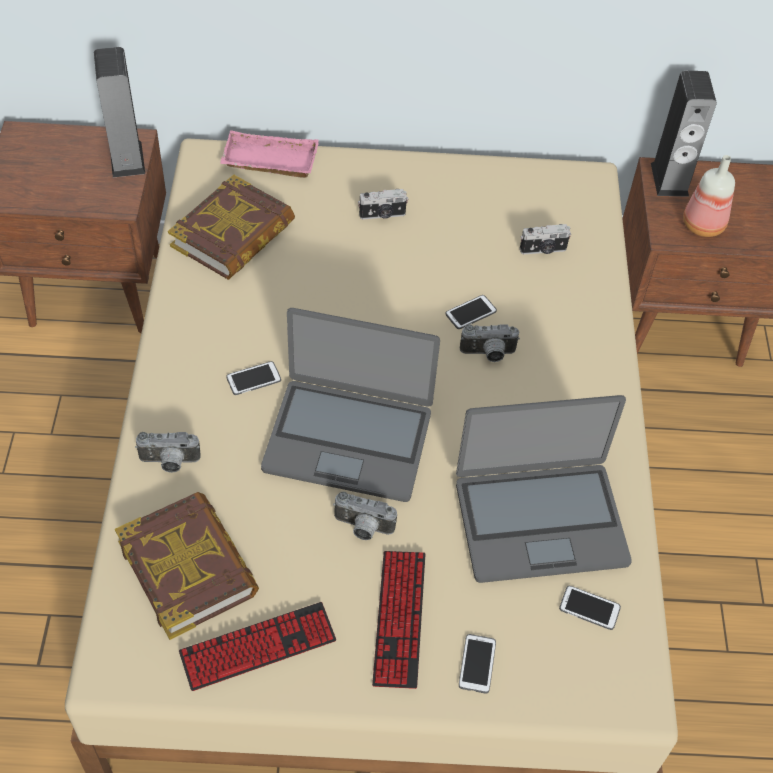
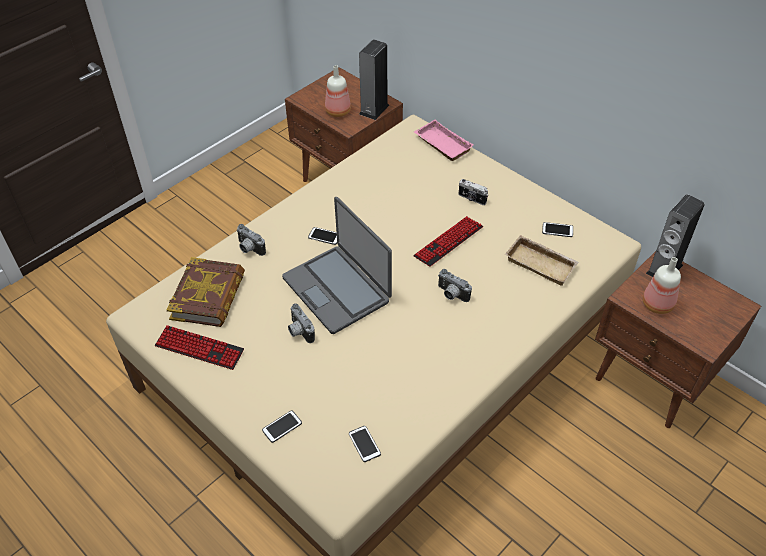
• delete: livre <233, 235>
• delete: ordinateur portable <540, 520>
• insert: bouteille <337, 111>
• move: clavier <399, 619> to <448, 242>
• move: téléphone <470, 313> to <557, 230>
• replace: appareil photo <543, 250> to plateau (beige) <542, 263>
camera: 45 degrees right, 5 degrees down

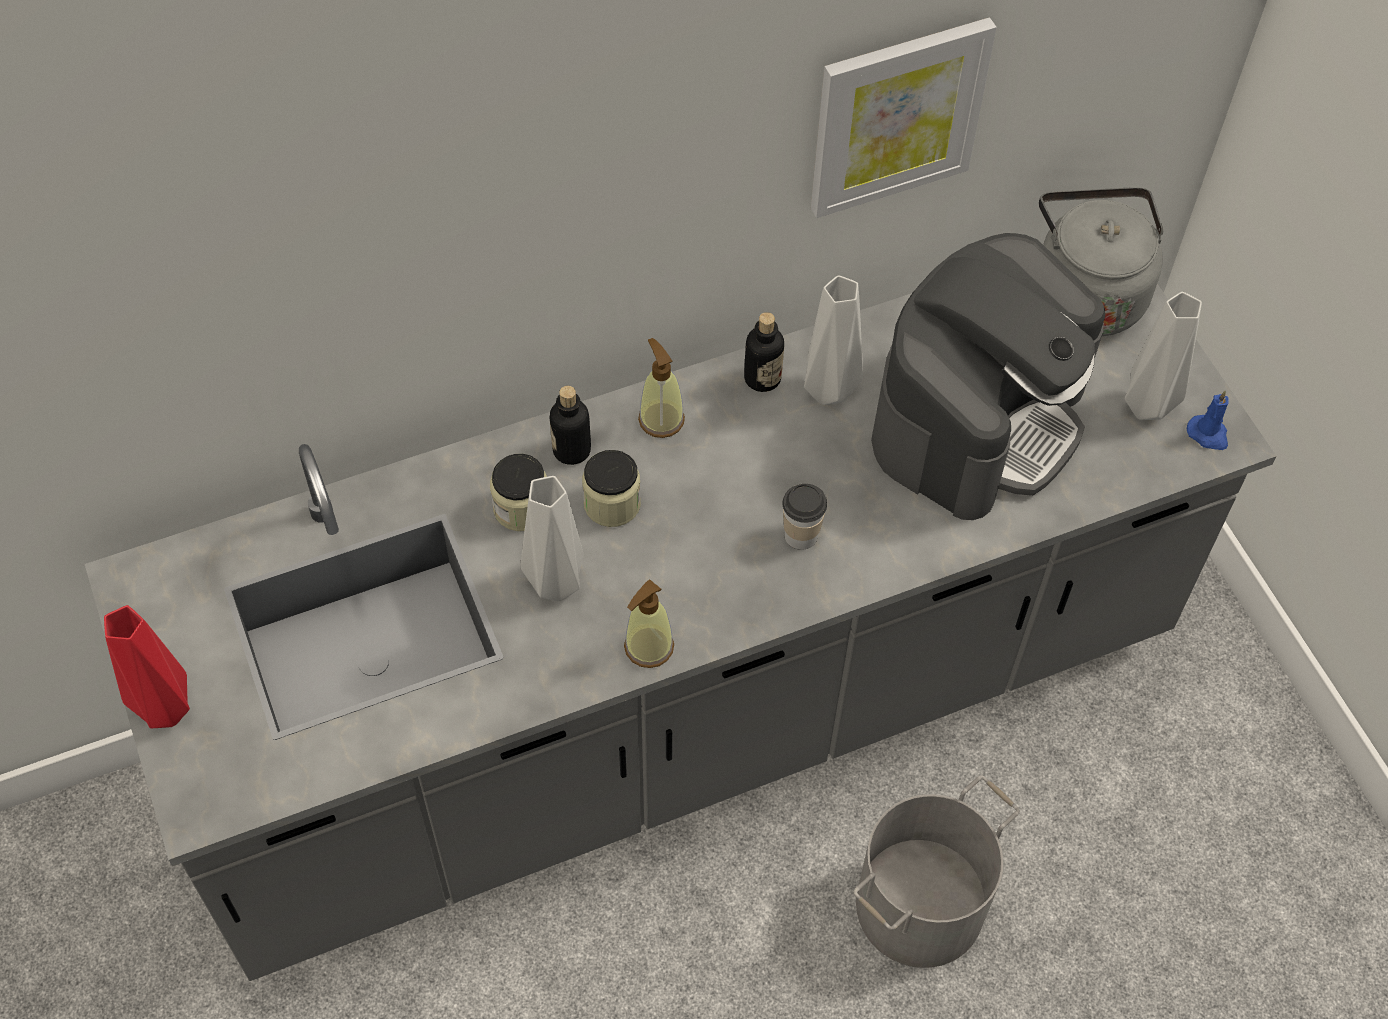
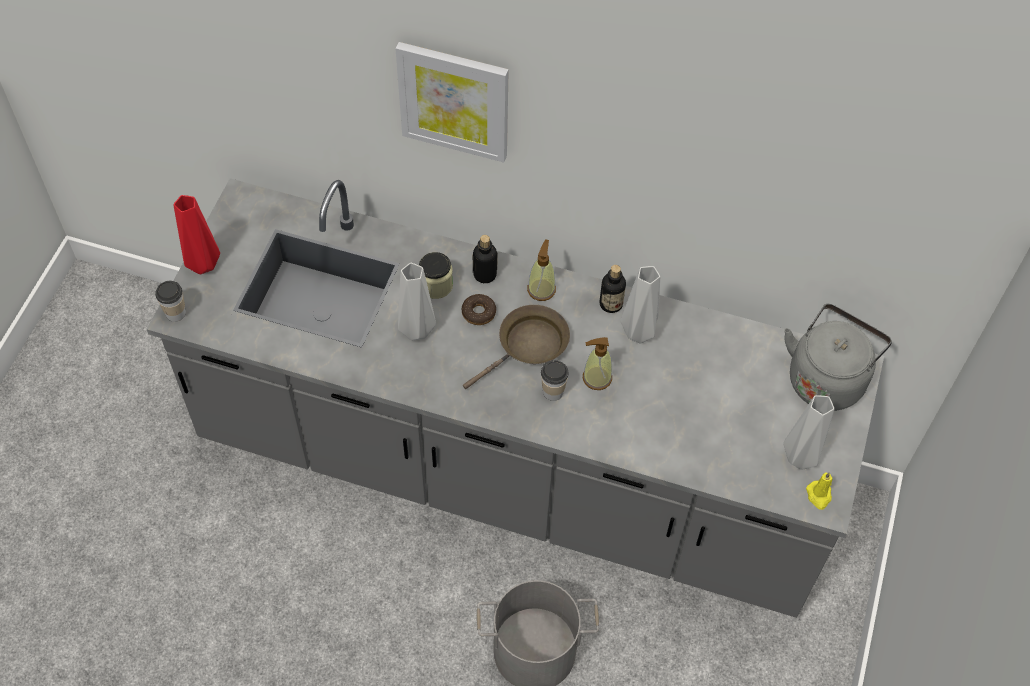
• delete: machine à café <978, 418>
• insert: tasse <175, 313>
• insert: poêle (marron) <528, 346>
• move: distributeur de savon <648, 647> to <596, 378>
• move: tableau <897, 116> to <454, 100>
• replace: bocal <612, 504> to beignet <478, 312>
• recolor: bougie (bleu) <1208, 434> to bougie (jaune) <819, 496>
camera: 40 degrees right, 0 degrees up

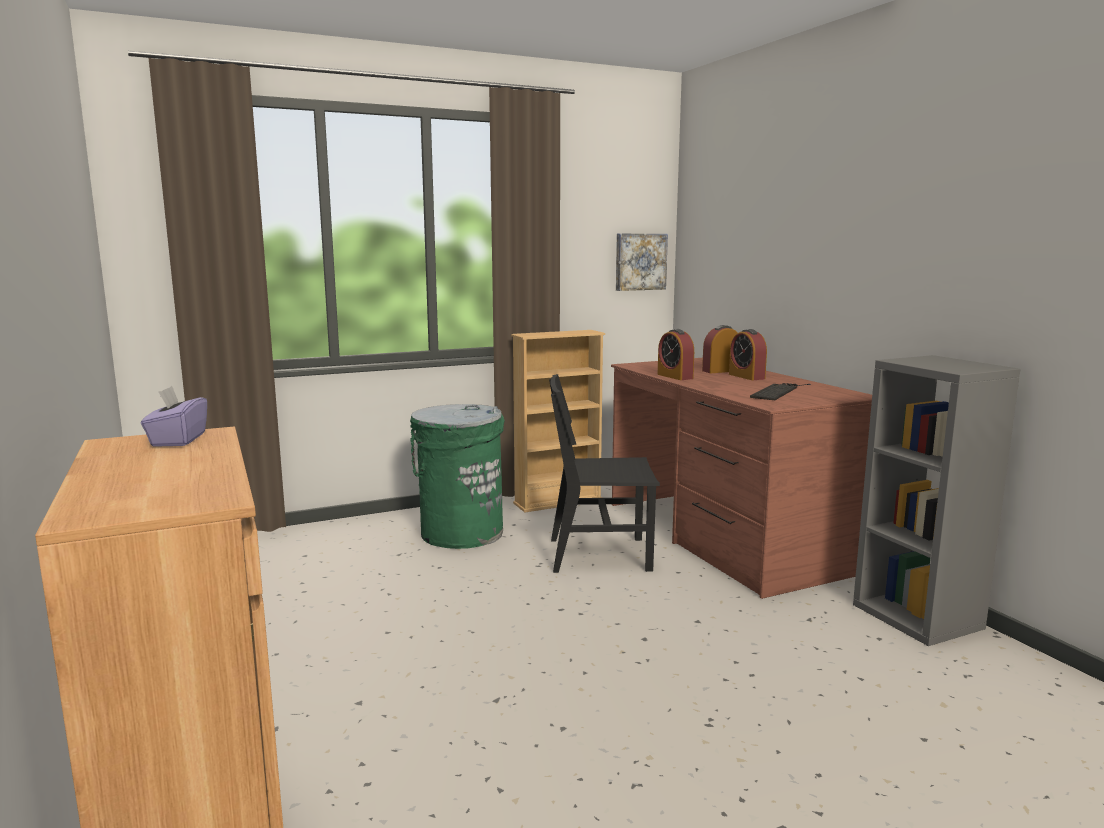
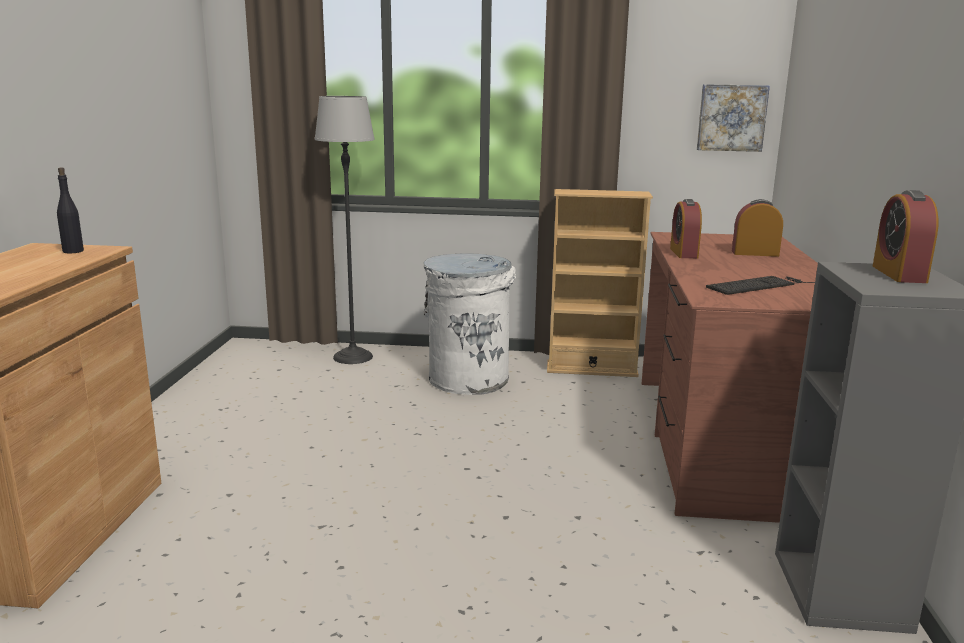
• delete: chaise (noir) <599, 554>
• insert: lampadaire <353, 357>
• move: réveil <746, 376> to <899, 274>
• replace: boîte à mouchoirs (violet) <177, 440> to bouteille (noir) <73, 251>
• recolor: poubelle (vert) <461, 533> to poubelle (blanc) <468, 379>
camera: 30 degrees right, 5 degrees up

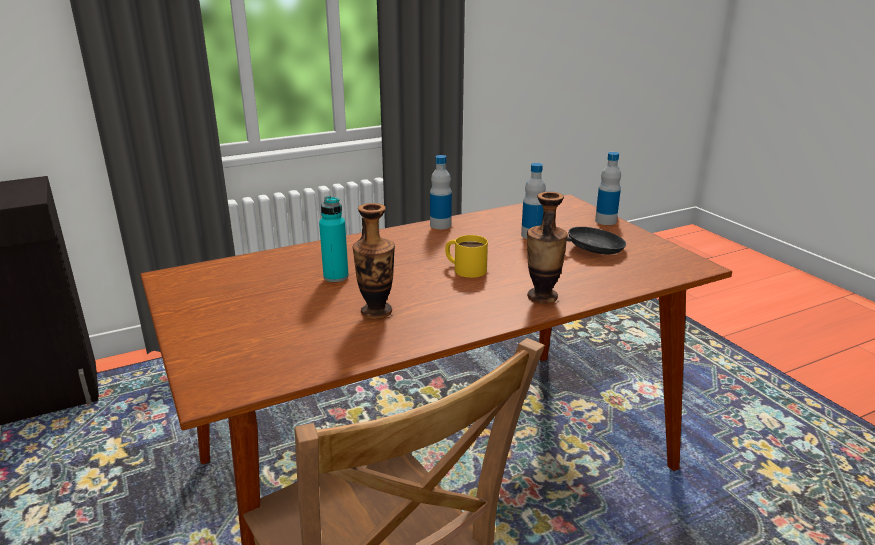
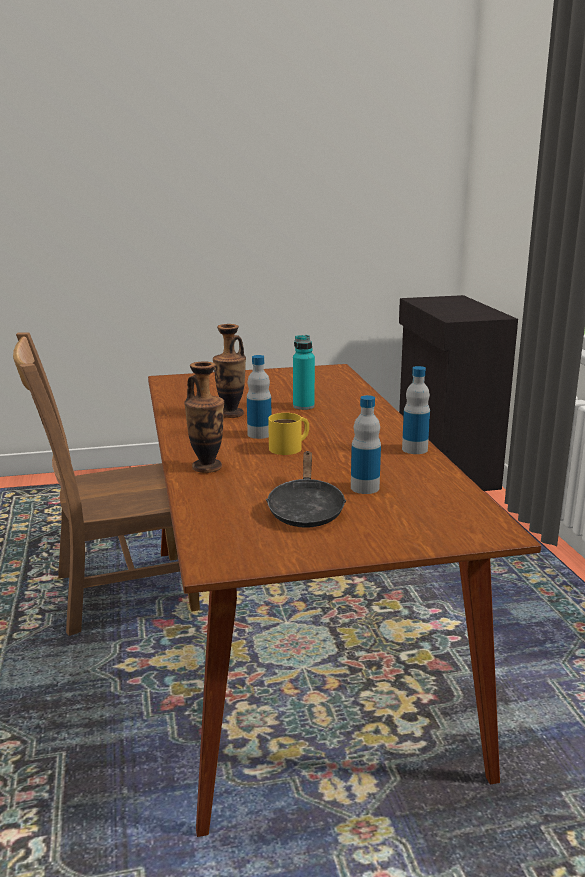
• move: bouteille <605, 221> to <259, 434>
camera: 105 degrees right, 5 degrees down

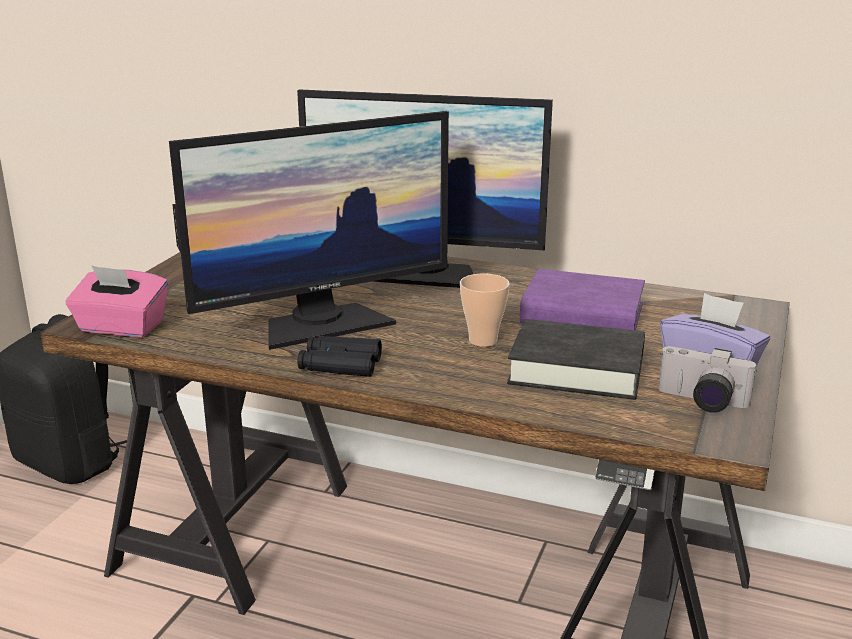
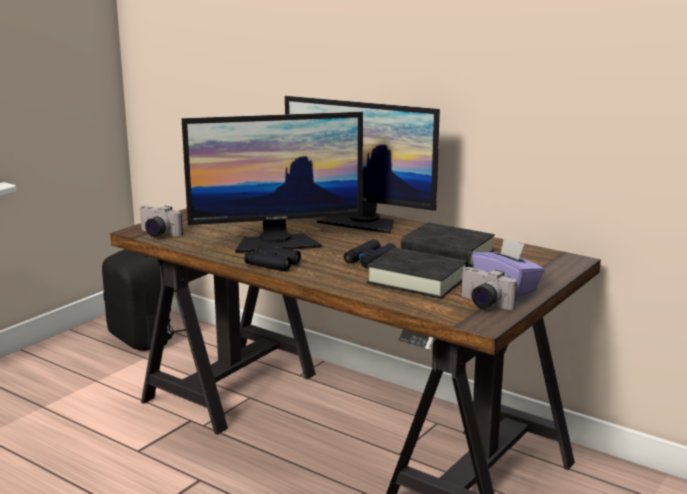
• replace: boîte à mouchoirs (rose) <121, 327> to appareil photo <157, 234>
• replace: tasse <483, 341> to jumelles (noir) <370, 260>
• recolor: livre (violet) <582, 314> to livre (noir) <447, 253>
camera: 15 degrees right, 5 degrees down

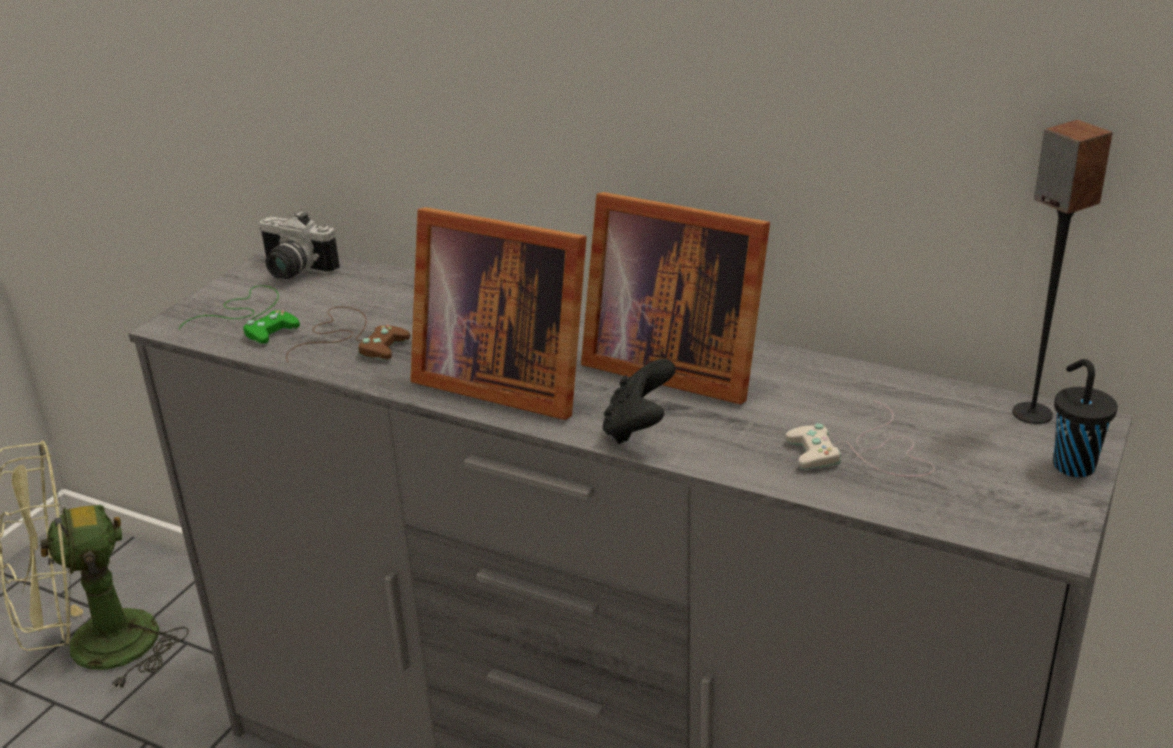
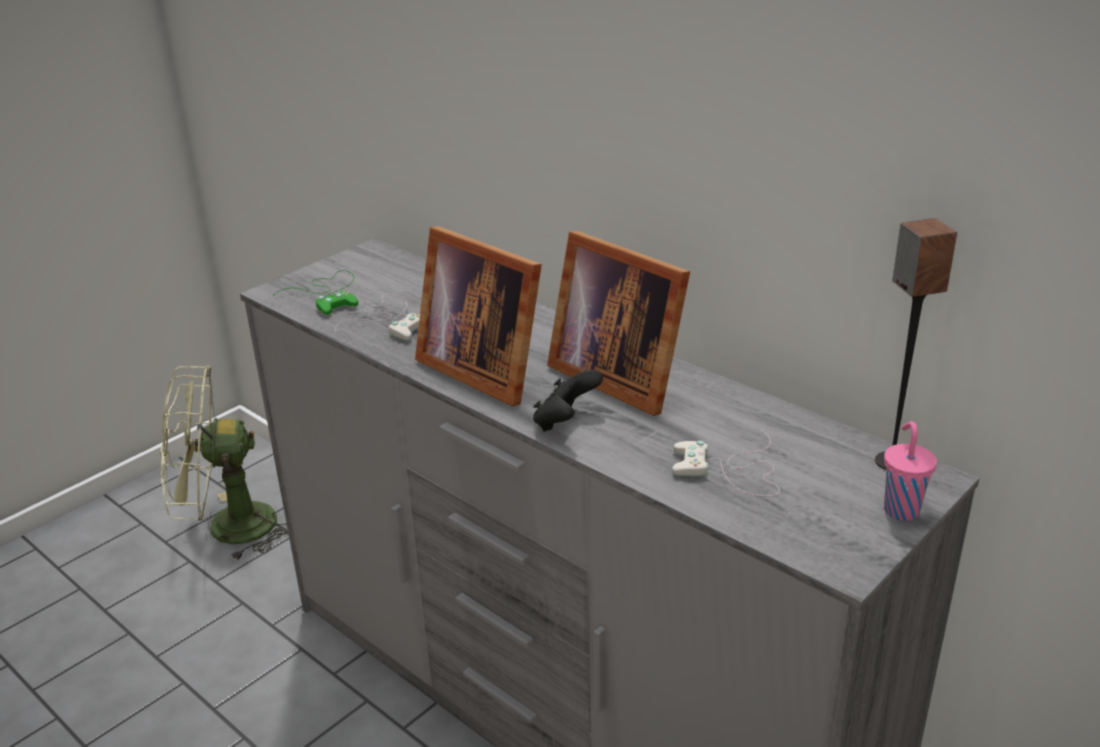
• delete: appareil photo <292, 272>
• recolor: manette (marron) <350, 339> to manette (blanc) <390, 320>
• recolor: tasse (noir) <1072, 465> to tasse (rose) <900, 509>
camera: 15 degrees right, 0 degrees up

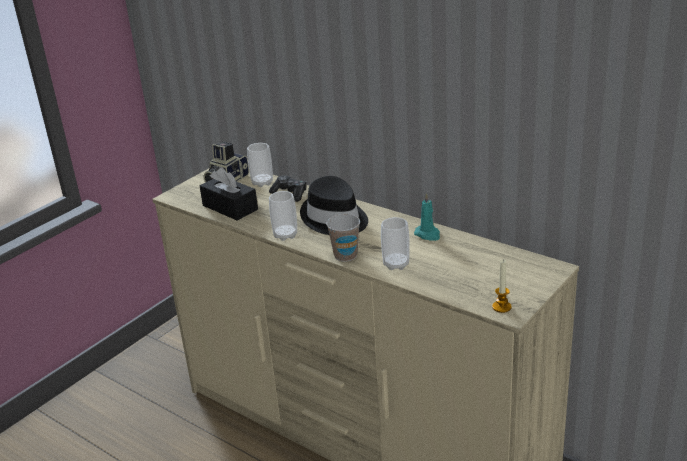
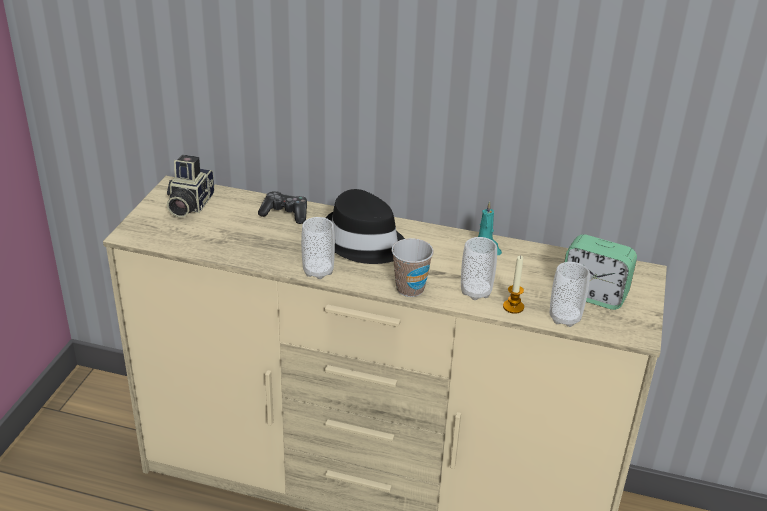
• delete: boîte à mouchoirs (noir) <230, 207>
• insert: réveil <593, 295>
• move: tasse <262, 182> to <564, 318>
• move: bougie <501, 307> to <513, 307>
camera: 25 degrees left, 5 degrees up

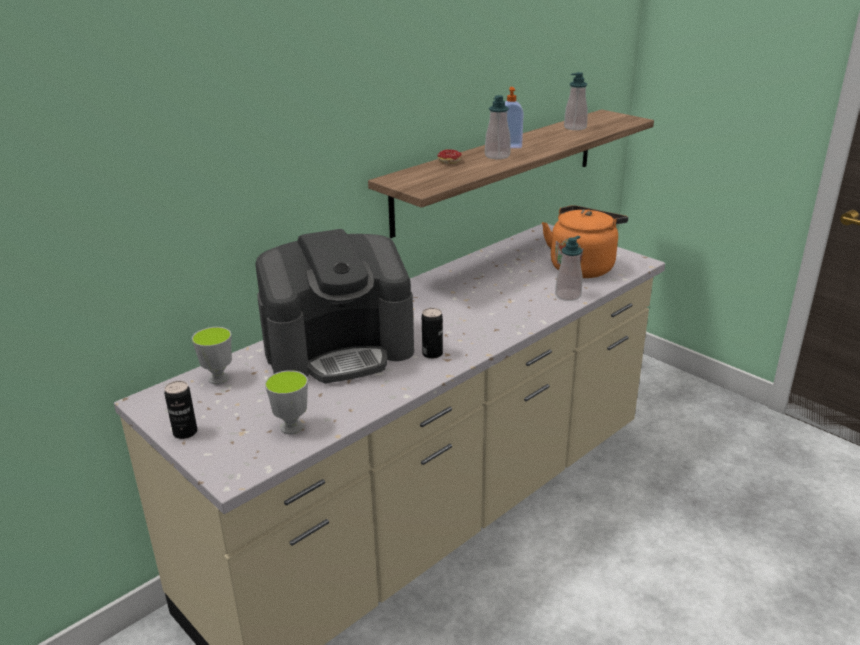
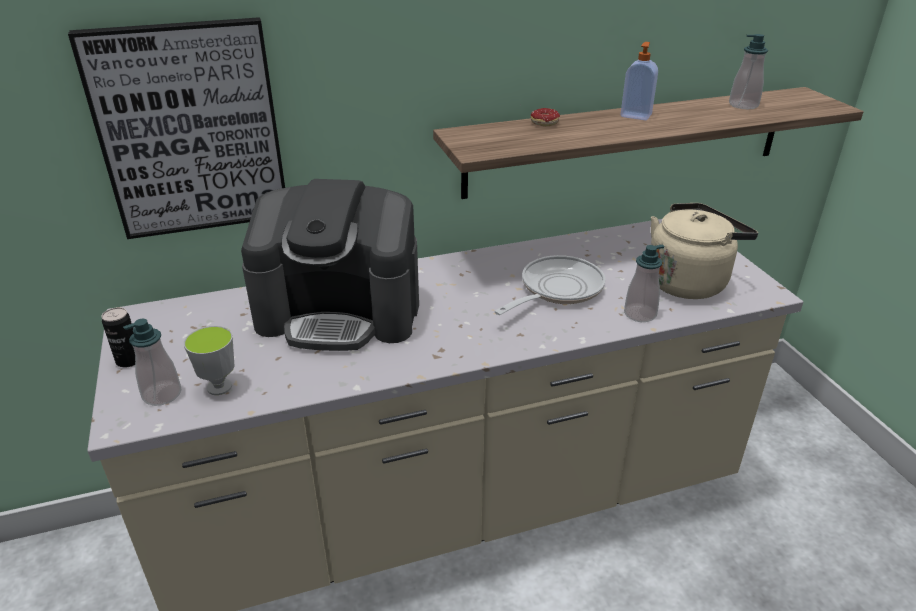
• delete: tasse <218, 379>
• delete: boîte métallique <432, 354>
• insert: tableau <190, 130>
• insert: poêle <556, 290>
• move: distributeur de savon <497, 156> to <162, 394>
• recolor: bouilloire (orange) <583, 267> to bouilloire (beige) <689, 281>
camera: 25 degrees right, 5 degrees up

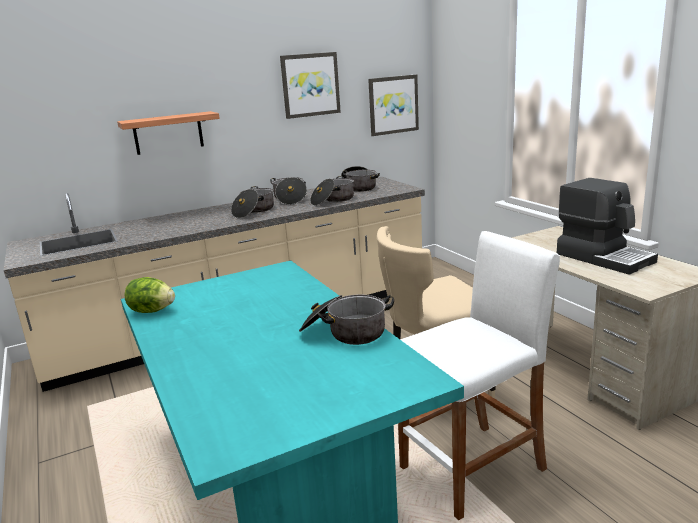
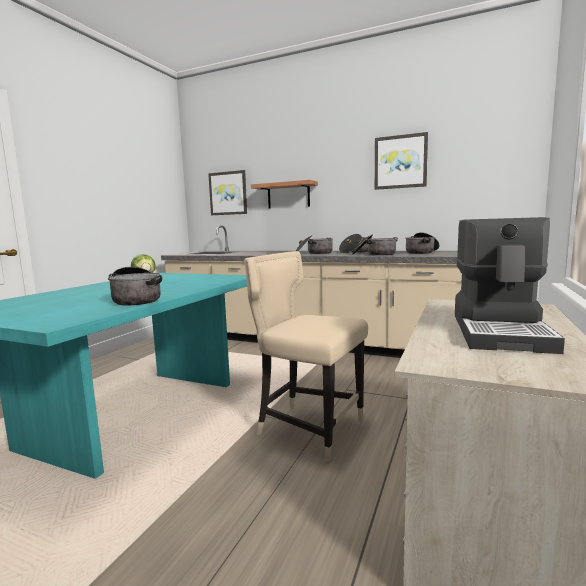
• delete: tabouret (blanc) <473, 468>
• move: tableau <393, 105> to <228, 193>
camera: 50 degrees right, 10 degrees down

